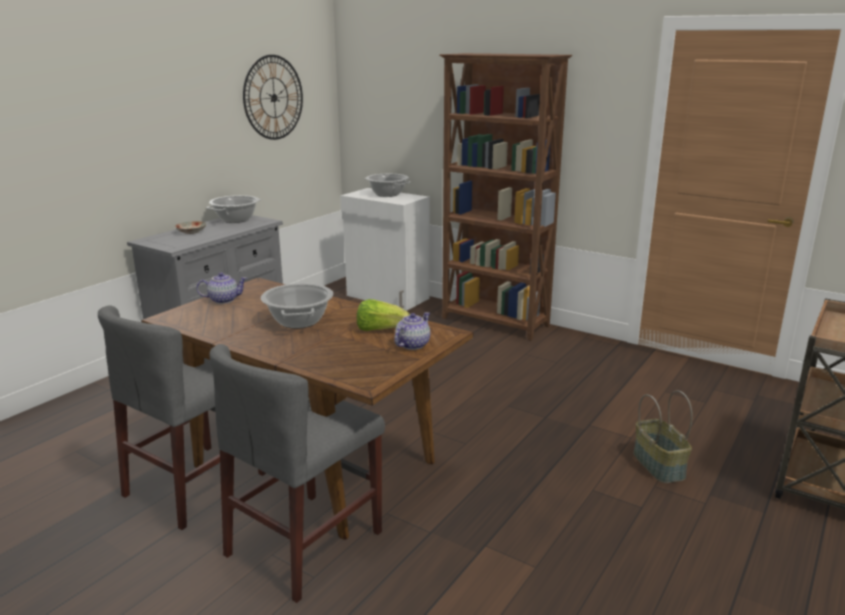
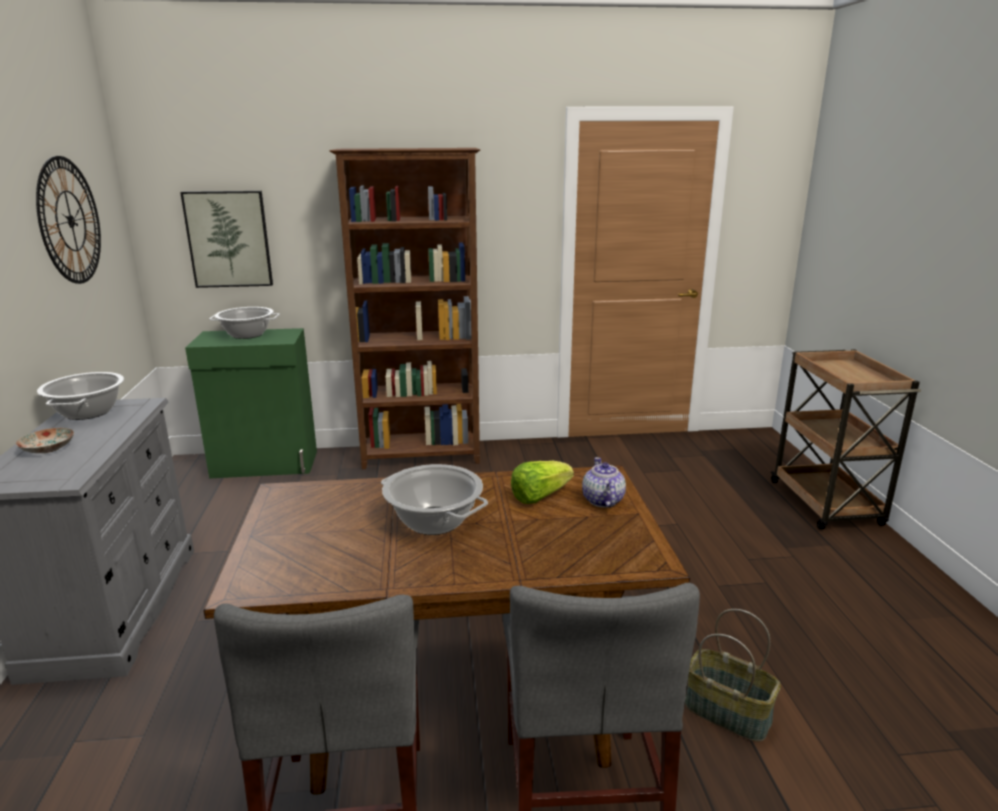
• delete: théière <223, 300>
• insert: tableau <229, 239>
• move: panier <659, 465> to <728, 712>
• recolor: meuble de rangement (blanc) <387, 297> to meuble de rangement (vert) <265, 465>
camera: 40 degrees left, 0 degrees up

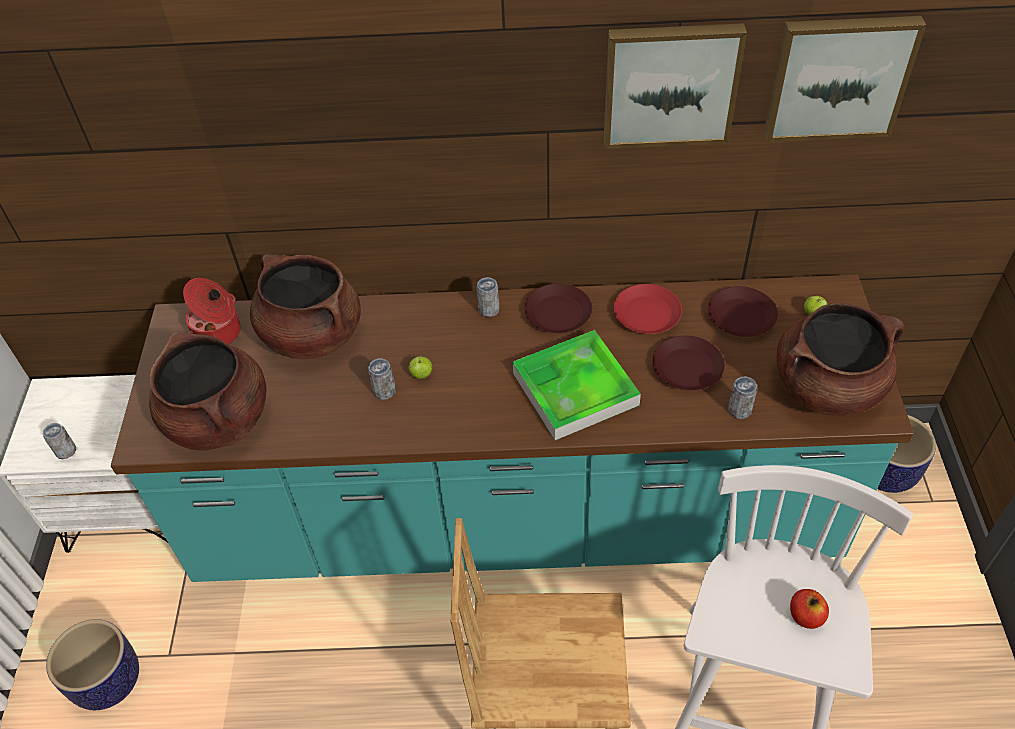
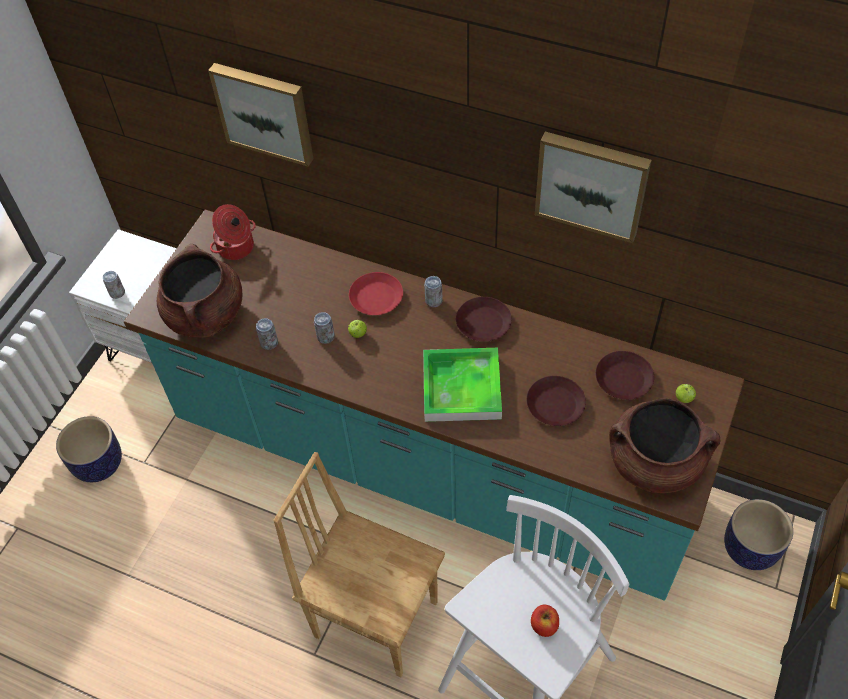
• delete: marmite (marron) <311, 335>
• move: assiette (rouge) <647, 315> to <376, 298>
• move: boîte métallique <739, 410> to <269, 343>
• move: tableau <838, 77> to <265, 112>
camera: 25 degrees right, 5 degrees up

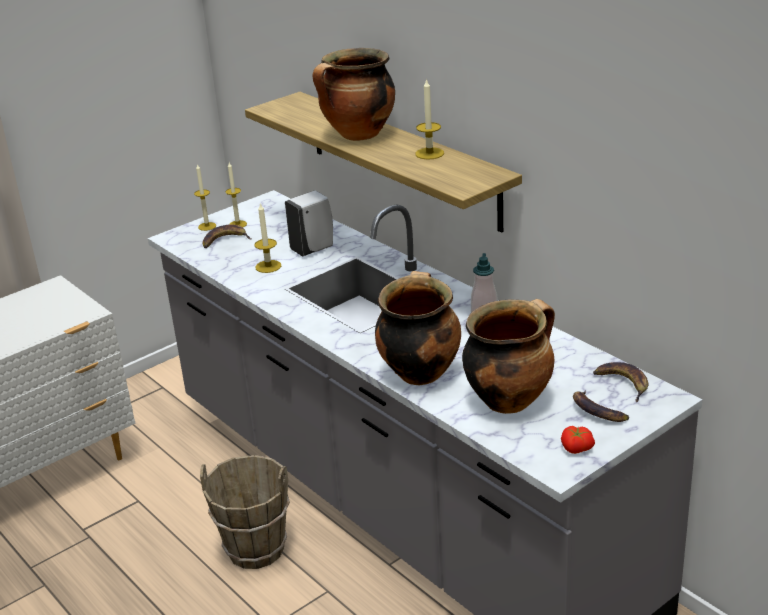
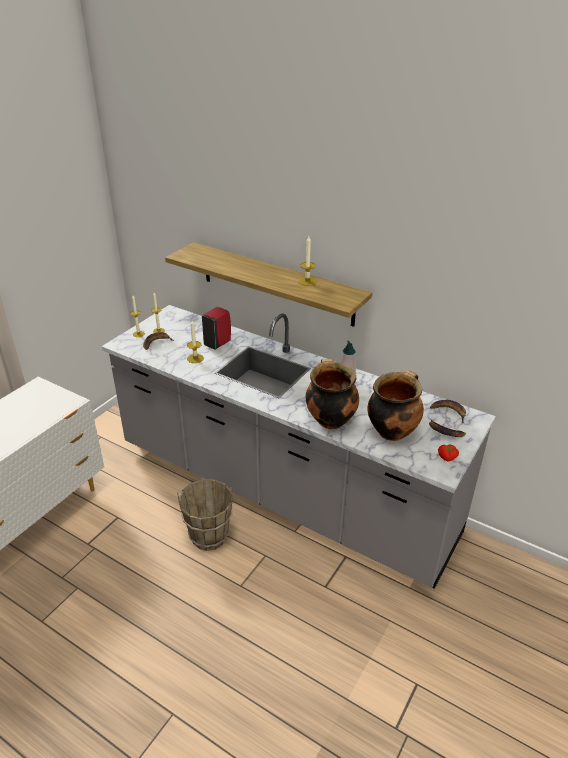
• delete: marmite <358, 135>
• recolor: distributeur de savon (blanc) <313, 249> to distributeur de savon (rouge) <218, 343>
camera: 20 degrees left, 5 degrees up

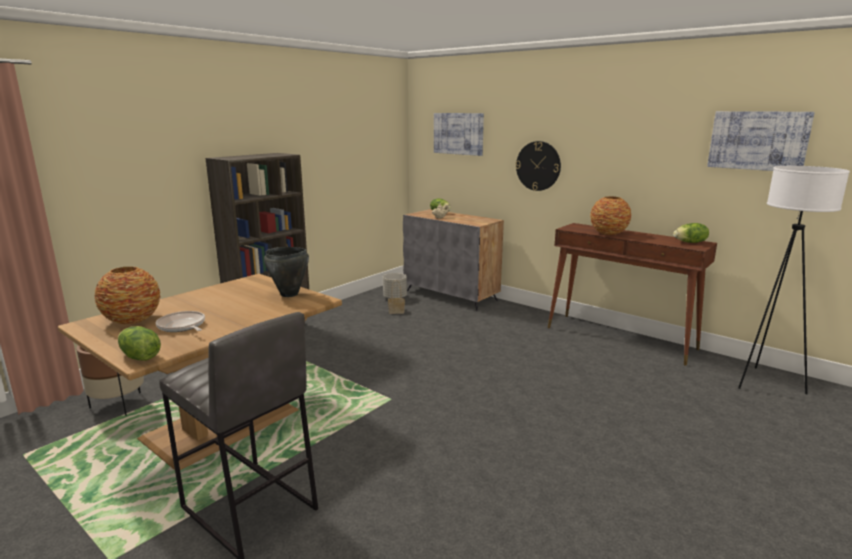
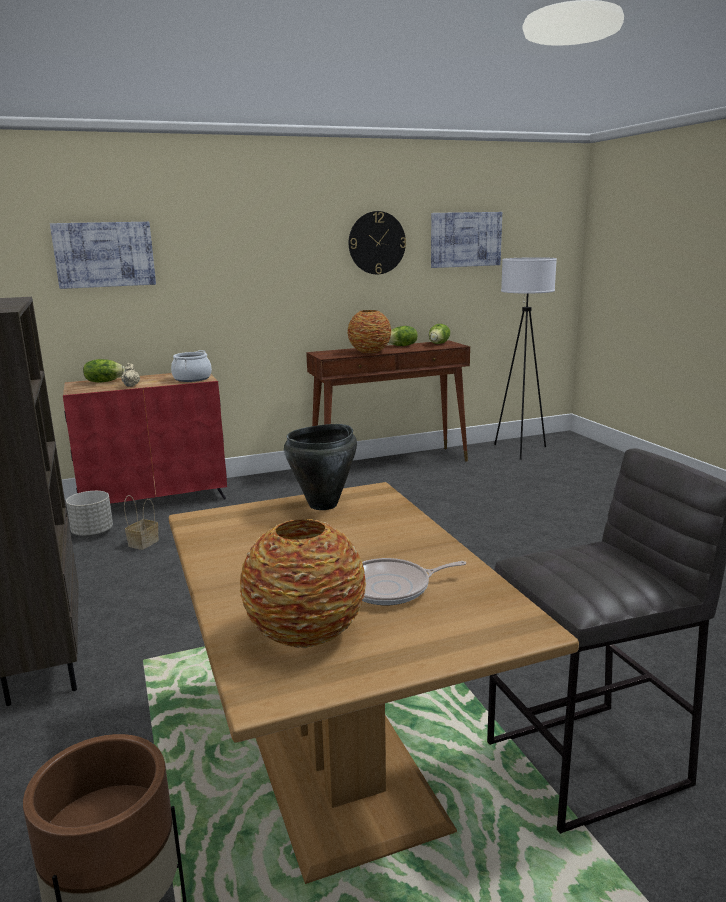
• insert: marmite <192, 379>
• move: laitue <139, 357> to <402, 346>
• move: horloge murale <538, 166> to <377, 243>
• recolor: meuble de rangement (gris) <451, 295> to meuble de rangement (rouge) <155, 499>
camera: 60 degrees left, 0 degrees up

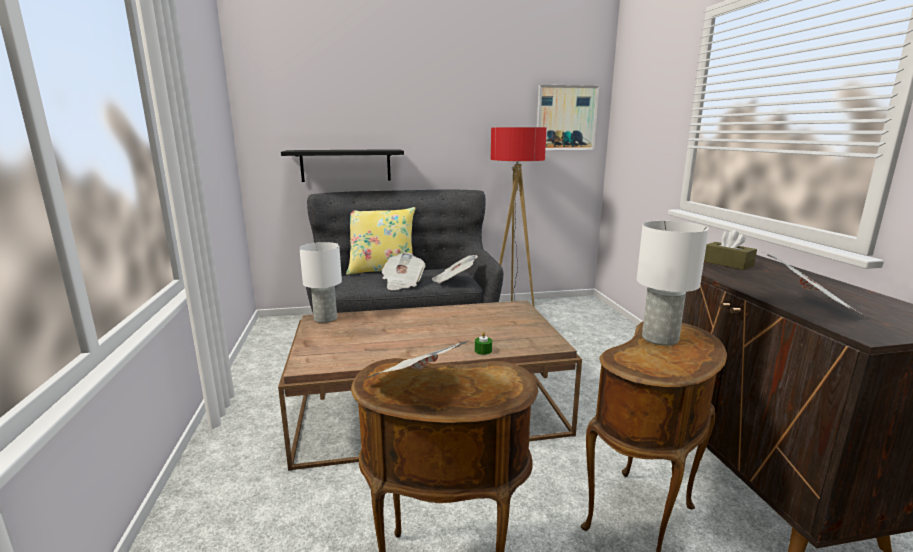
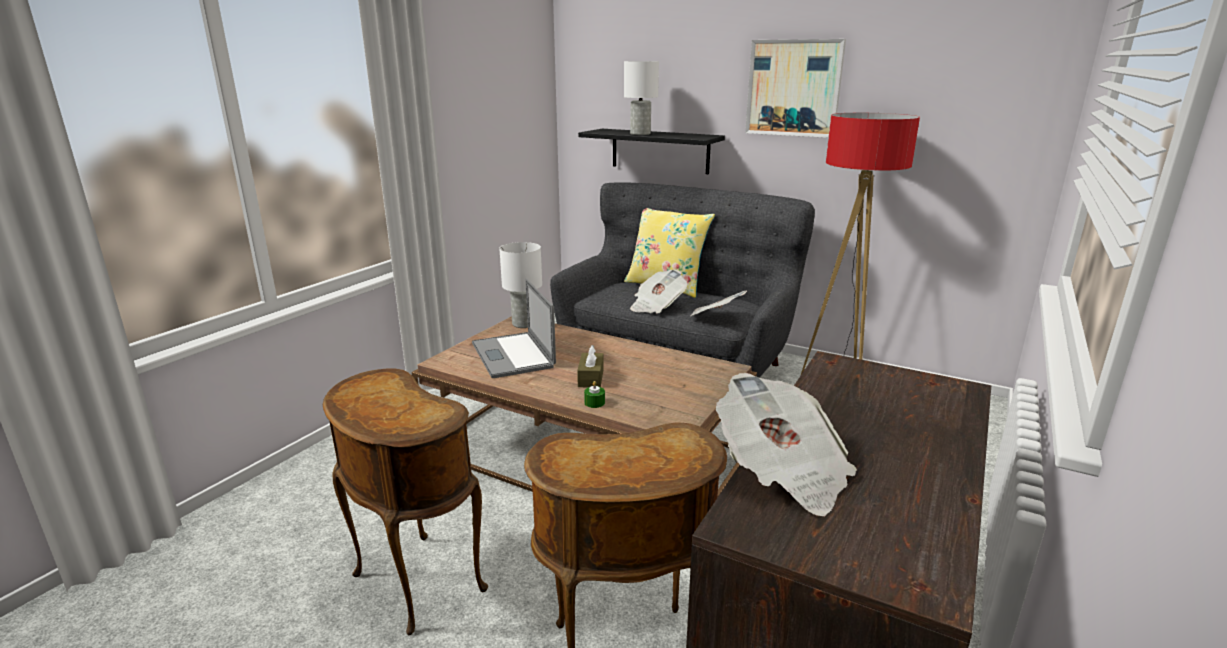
• delete: journal <416, 385>
• insert: ordinateur portable <512, 355>
• move: tableau <566, 118> to <793, 88>
• move: lampe de table (blanc) <659, 339> to <639, 134>
• move: boîte à mouchoirs (marron) <727, 264> to <591, 378>
camera: 40 degrees right, 5 degrees up

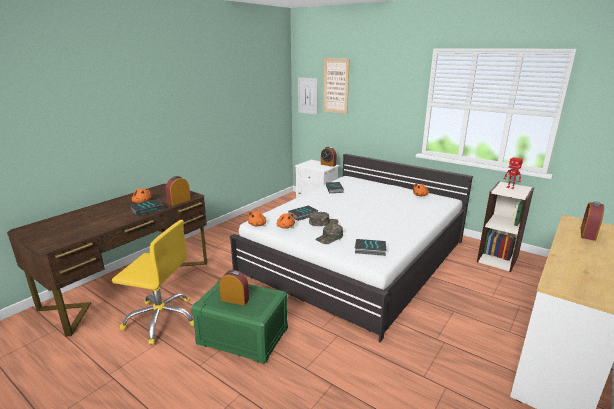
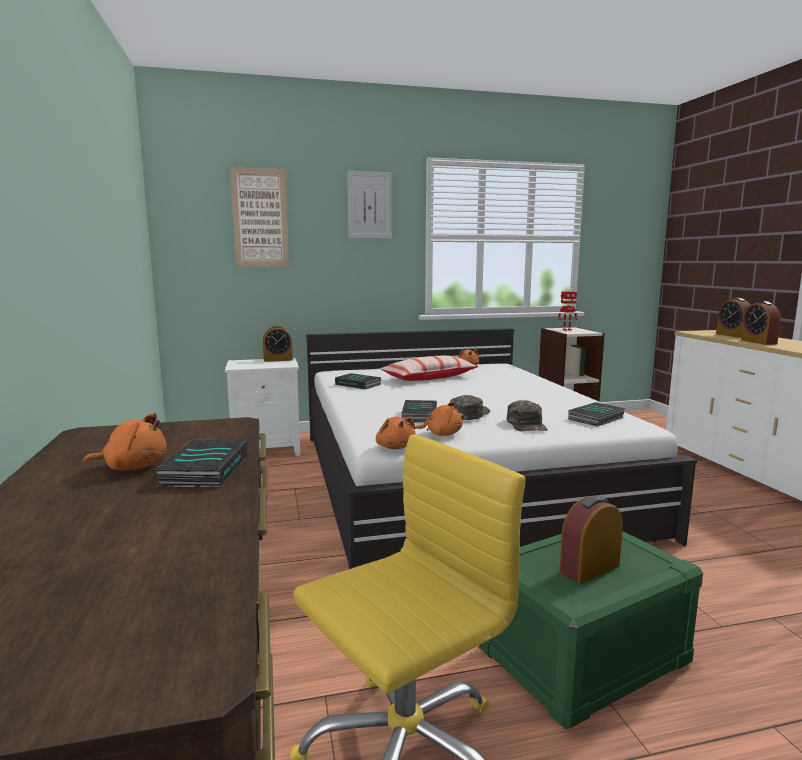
• insert: coussin <429, 378>
• move: réveil <179, 201> to <758, 342>
• move: tableau <307, 96> to <369, 205>
camera: 50 degrees left, 10 degrees down

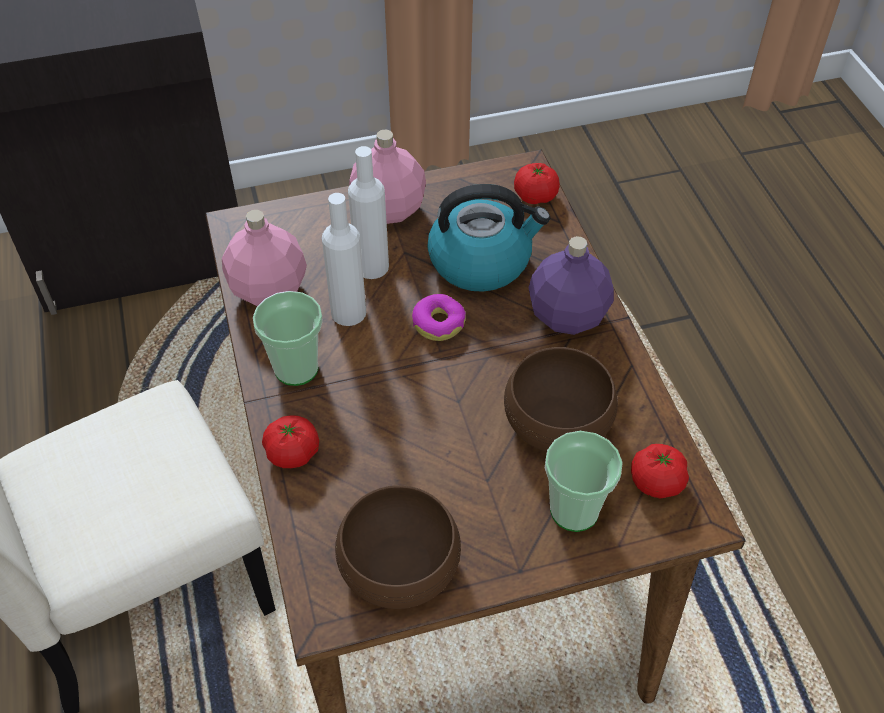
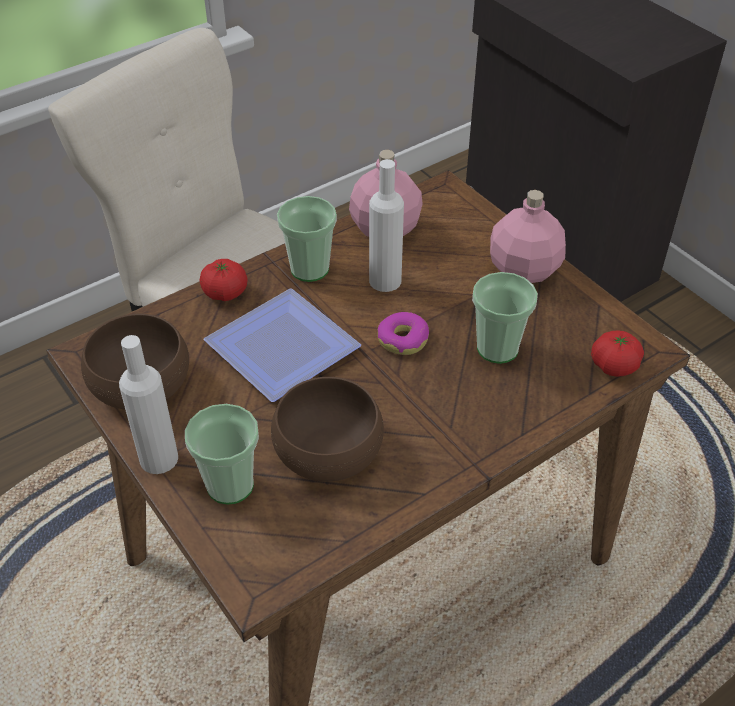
• delete: bouteille (violet) <567, 314>
• delete: tomate <656, 482>
• insert: assiette <283, 344>
• move: bouteille (blanc) <372, 266> to <159, 458>
• replace: bouilloire <481, 261> to tasse <497, 348>
camera: 70 degrees right, 5 degrees down

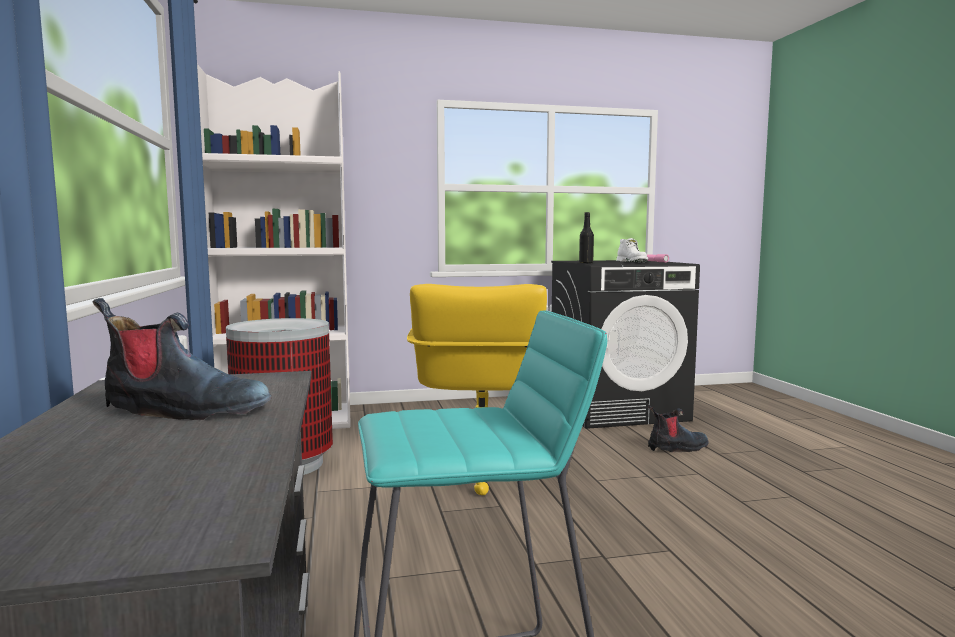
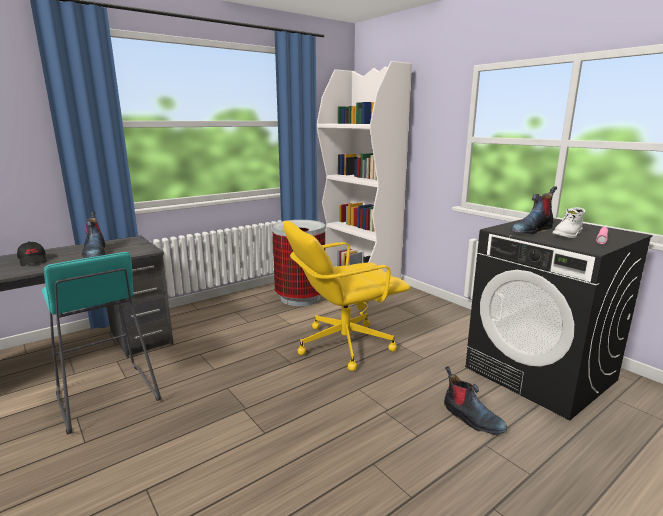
• delete: bouteille (noir) <586, 263>
• insert: casquette (noir) <33, 261>
• insert: botte <531, 230>
camera: 65 degrees right, 10 degrees up

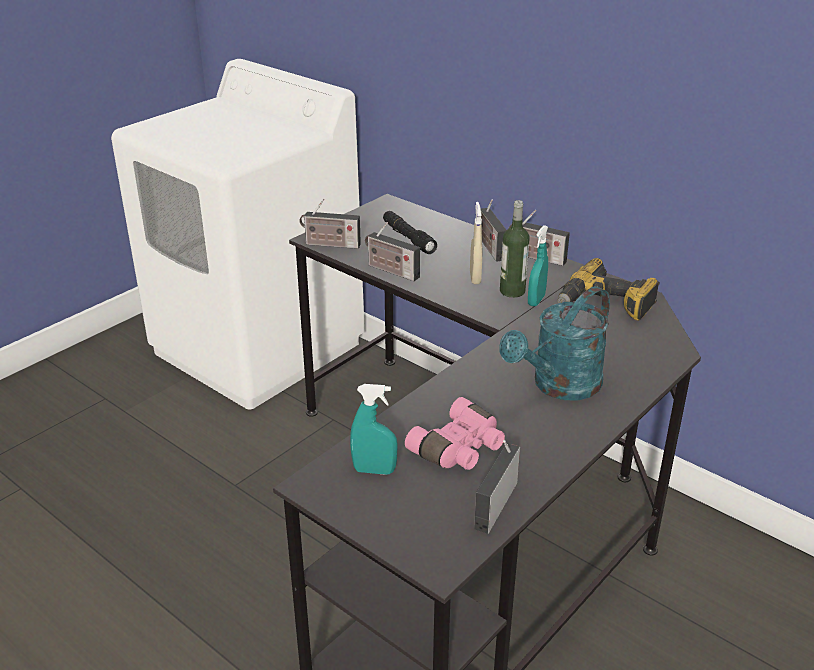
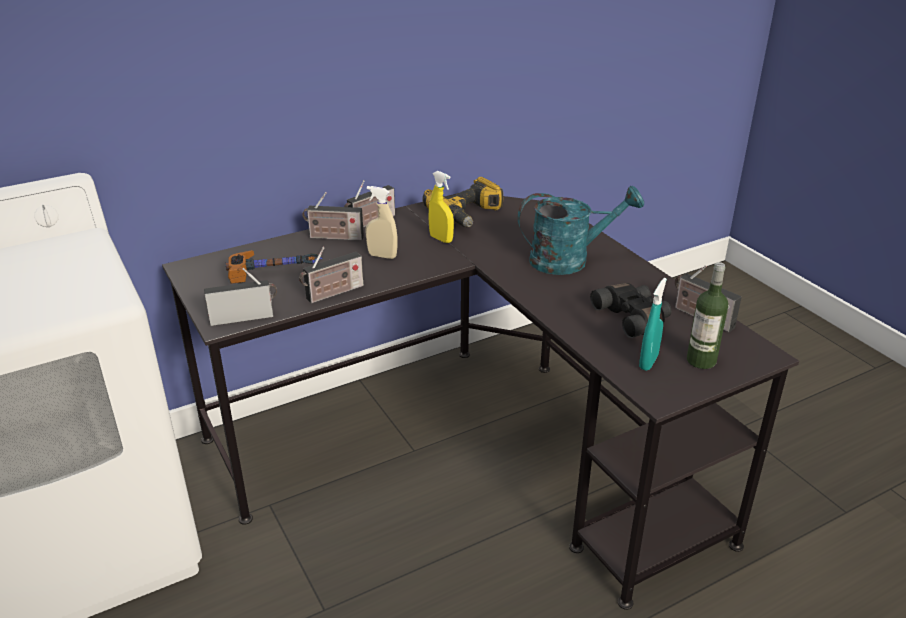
• move: bouteille <512, 291> to <701, 360>
• replace: lampe de poche (noir) <408, 238> to marteau <276, 272>
• recolor: jumelles (rose) <460, 449> to jumelles (noir) <633, 318>
• recolor: vaporisateur (turquoise) <536, 300> to vaporisateur (jaune) <441, 239>
• rotate: radio <330, 245> = <245, 317> 135 degrees counterclockwise
• rotate: arrosoir (turquoise) <559, 386> = <569, 260> 75 degrees counterclockwise
camera: 70 degrees left, 0 degrees up

